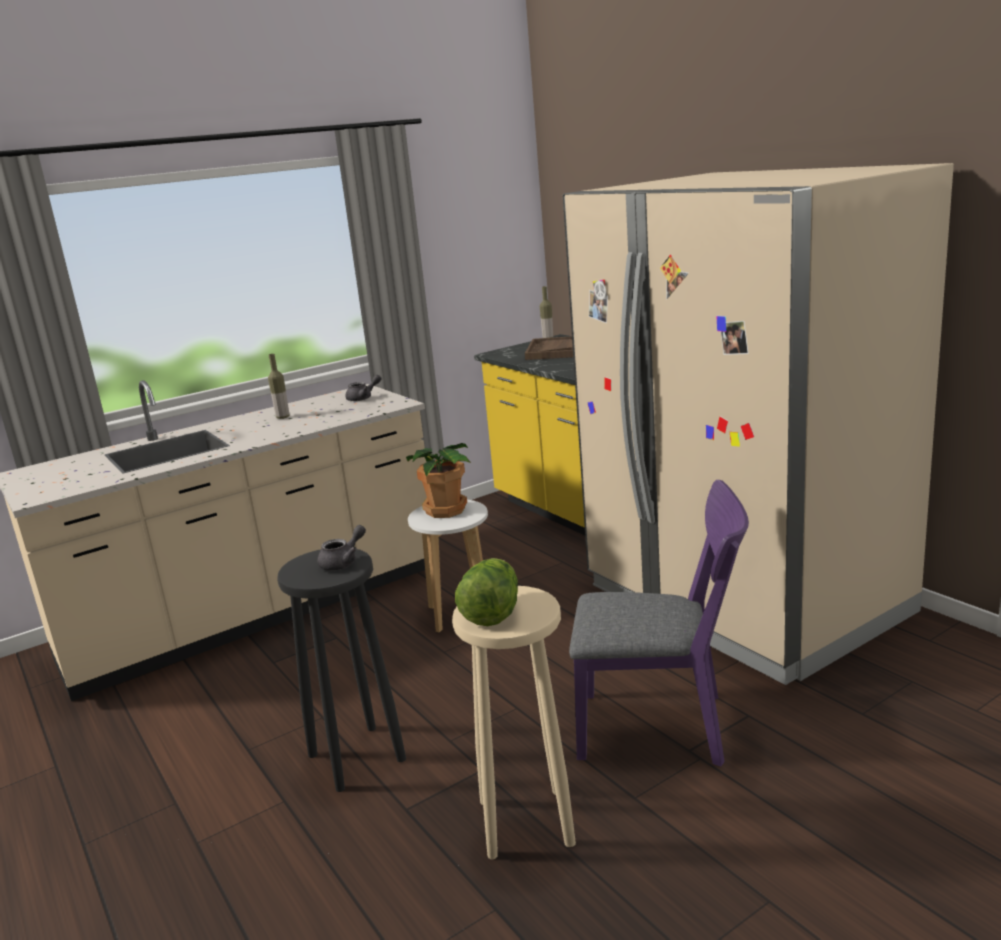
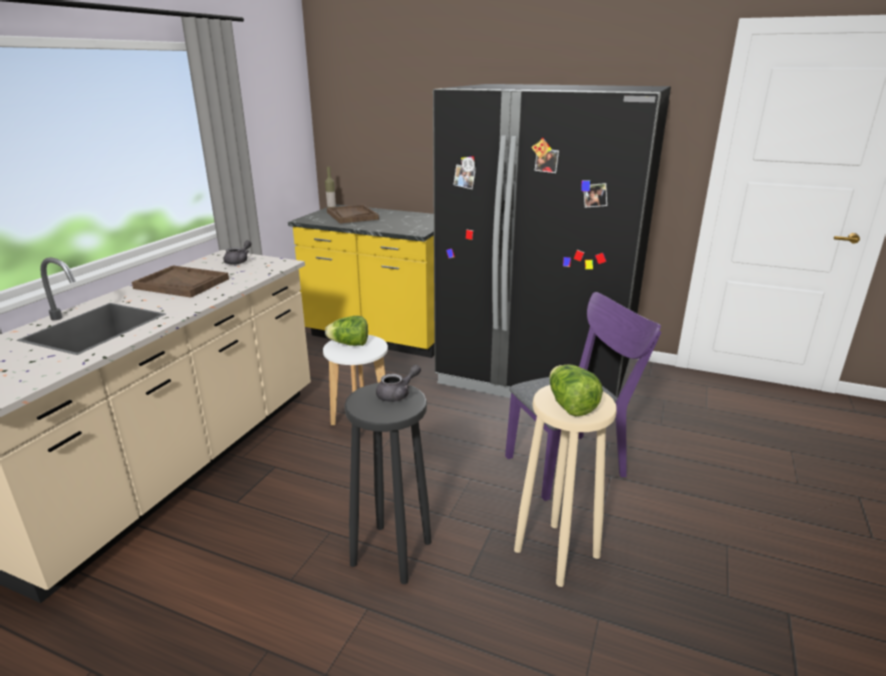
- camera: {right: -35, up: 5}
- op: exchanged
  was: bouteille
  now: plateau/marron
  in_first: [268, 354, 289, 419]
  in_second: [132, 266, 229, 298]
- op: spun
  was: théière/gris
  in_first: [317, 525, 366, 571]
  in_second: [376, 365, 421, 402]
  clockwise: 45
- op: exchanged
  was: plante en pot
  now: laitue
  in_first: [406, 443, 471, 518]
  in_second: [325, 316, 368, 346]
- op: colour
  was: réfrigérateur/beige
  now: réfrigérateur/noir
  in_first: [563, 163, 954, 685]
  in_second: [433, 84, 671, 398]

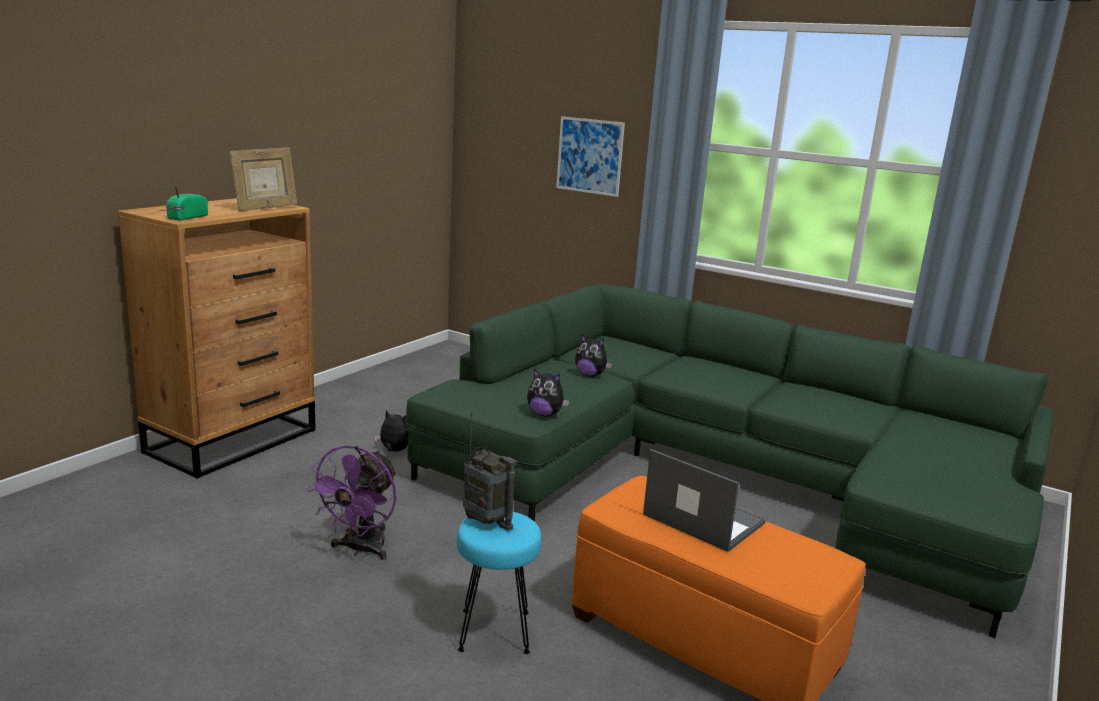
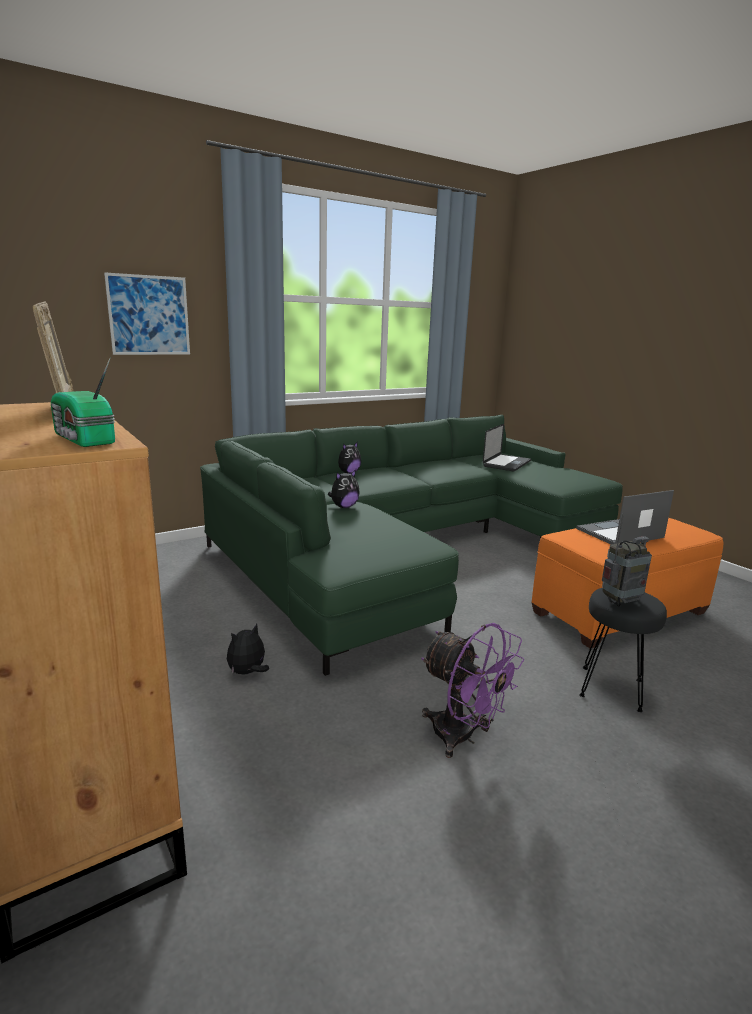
- camera: {right: -65, up: 0}
- op: colour
  was: tabouret/turquoise
  now: tabouret/noir
  in_first: [457, 512, 542, 654]
  in_second: [579, 588, 667, 712]
- op: relocated
  was: peluche
  in_first: [527, 369, 570, 416]
  in_second: [338, 442, 361, 474]
- op: appeared
  now: ordinateur portable
  in_second: [483, 424, 531, 471]

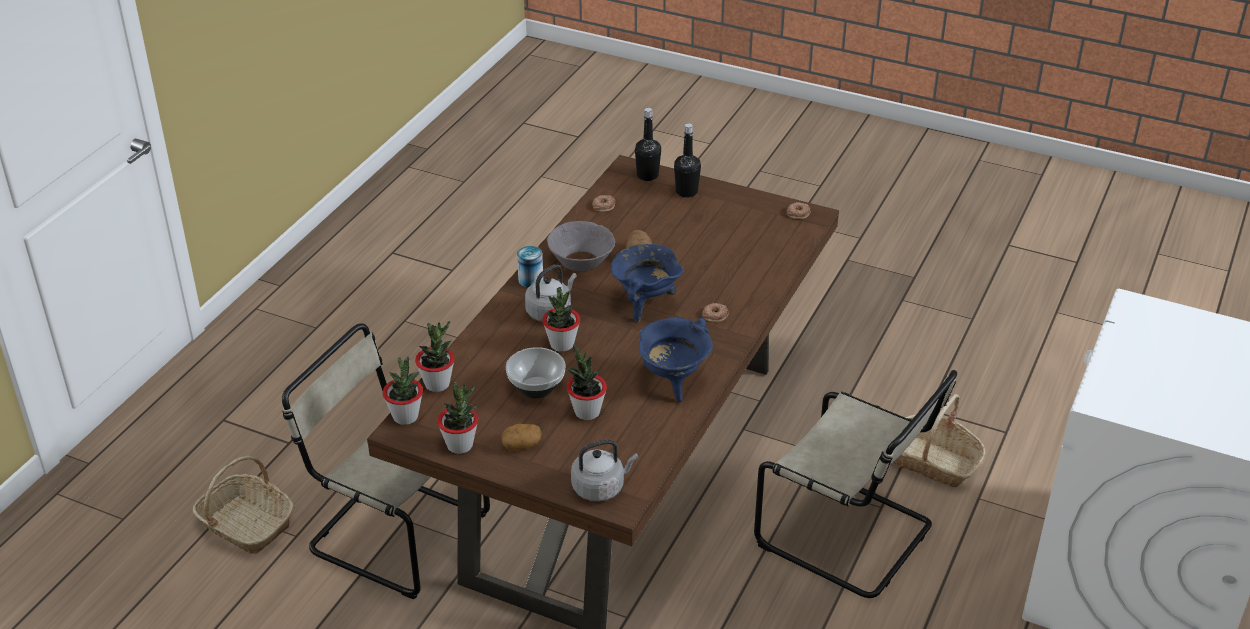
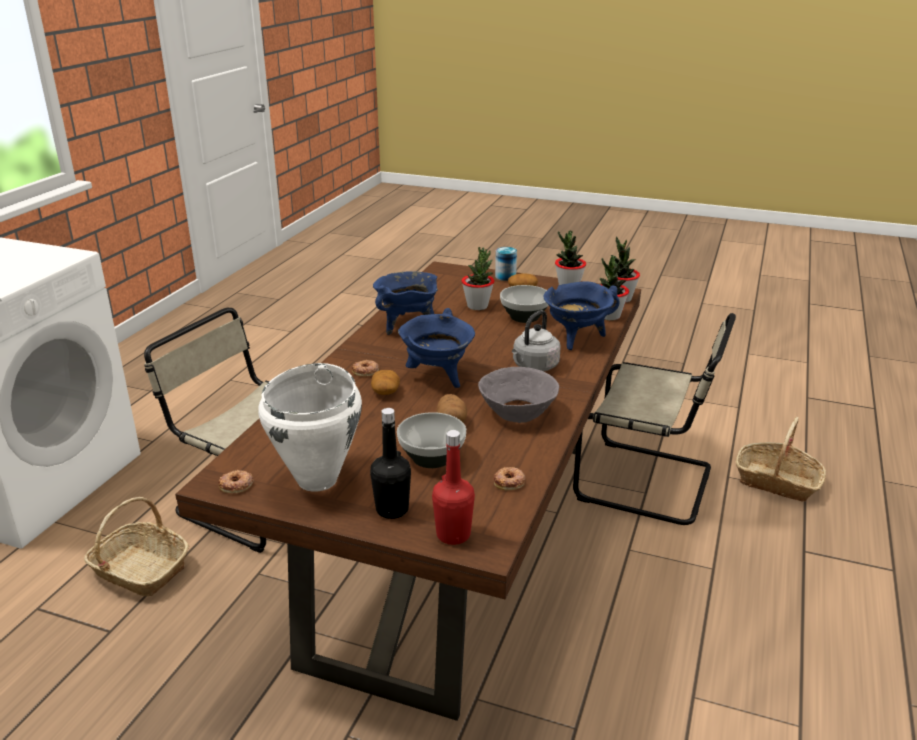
- camera: {right: 175, up: -10}
- op: relocated
  was: boîte métallique
  in_first: [517, 246, 543, 288]
  in_second: [495, 247, 517, 281]
- op: missing
  was: plante en pot
  in_first: [542, 287, 580, 352]
- op: missing
  was: bouilloire/gris
  in_first: [571, 439, 638, 501]
- op: colour
  was: bouteille/noir
  now: bouteille/rouge
  in_first: [635, 108, 661, 181]
  in_second: [432, 430, 475, 545]
- op: appeared
  now: marmite/blanc
  in_second: [258, 363, 362, 492]
- op: appeared
  now: pomme de terre
  in_second: [371, 370, 400, 395]
- op: appeared
  now: bol
  in_second: [397, 412, 466, 468]
- op: appeared
  now: marmite/bleu
  in_second: [543, 281, 619, 350]

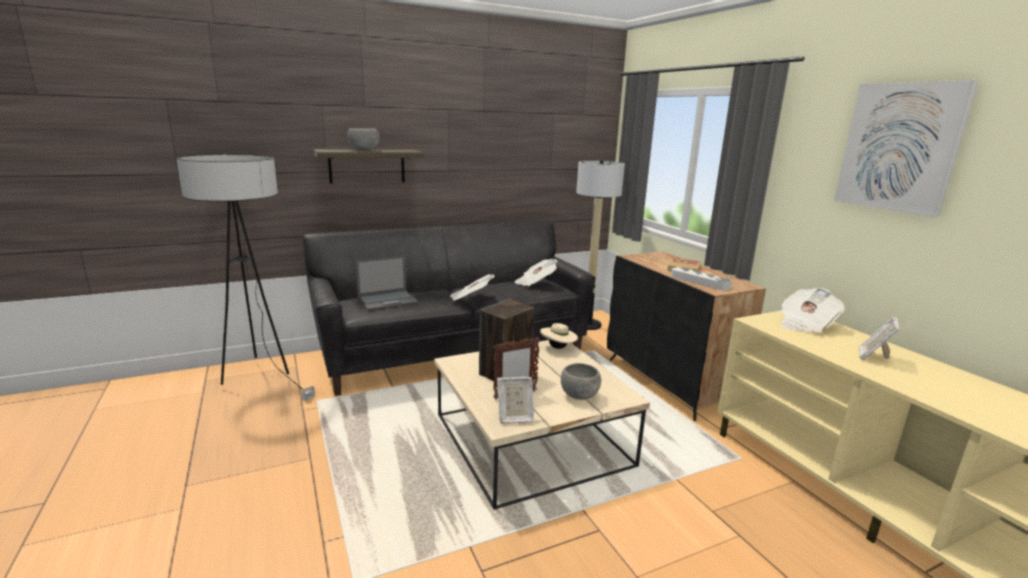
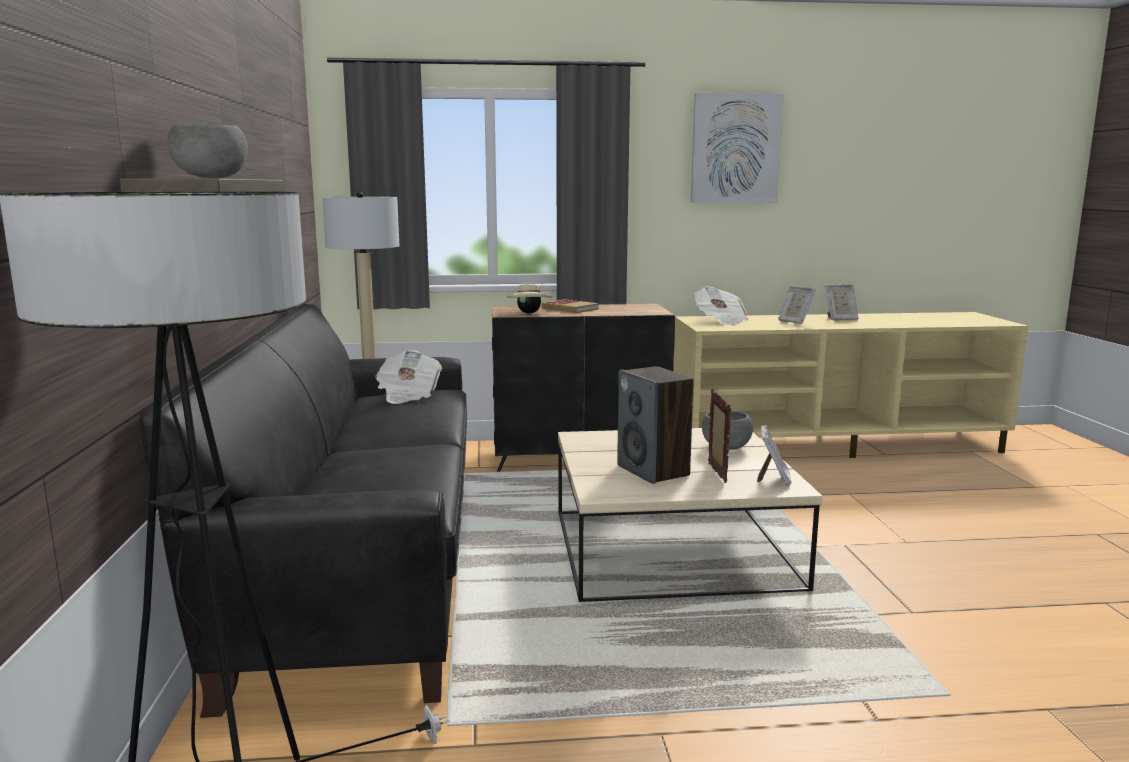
- camera: {right: -70, up: -5}
- op: missing
  was: ordinateur portable
  in_first: [355, 256, 418, 310]
- op: missing
  was: journal
  in_first: [450, 274, 494, 301]
- op: relocated
  was: chapeau/beige
  in_first: [540, 323, 578, 349]
  in_second: [507, 283, 552, 313]
- op: missing
  was: plateau/gris
  in_first: [671, 267, 732, 291]
- op: appeared
  now: cadre photo
  in_second: [825, 284, 859, 321]

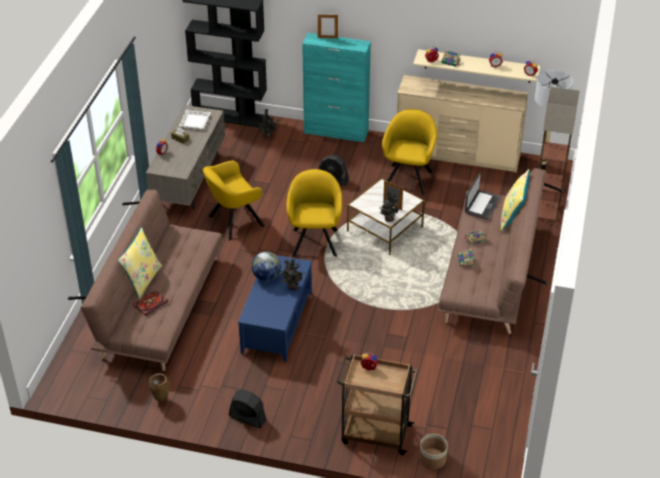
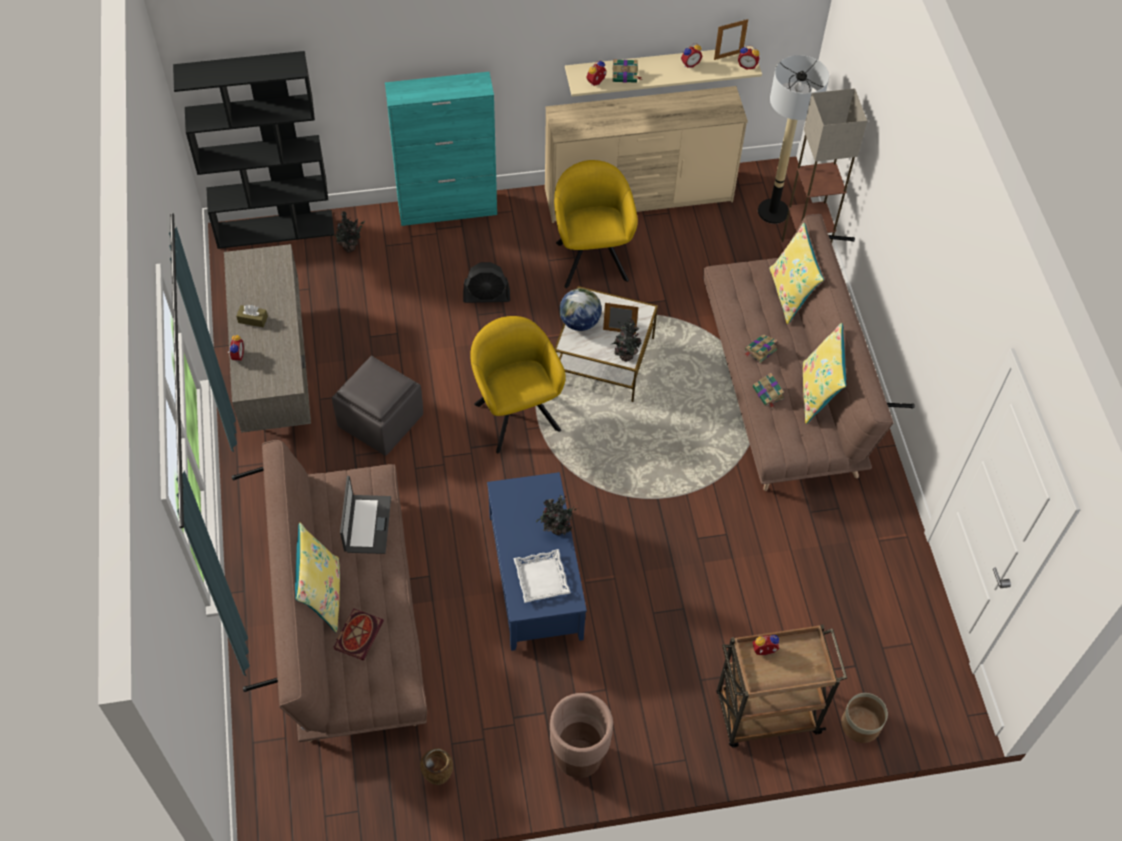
- camera: {right: -25, up: 15}
- op: relocated
  was: plateau/blanc
  in_first: [179, 110, 211, 129]
  in_second: [514, 549, 571, 603]
- op: exchanged
  was: fauteuil/jaune
  now: pouf/gris
  in_first: [203, 161, 265, 241]
  in_second: [332, 355, 423, 456]
- op: exchanged
  was: ventilateur/noir
  now: cache-pot/marron
  in_first: [229, 390, 267, 428]
  in_second: [550, 693, 613, 778]
- op: relocated
  was: globe
  in_first: [251, 251, 281, 281]
  in_second: [559, 288, 602, 331]
- op: relocated
  was: cadre photo
  in_first: [318, 14, 338, 38]
  in_second: [714, 19, 748, 60]
- op: relocated
  was: ordinateur portable
  in_first: [465, 172, 501, 220]
  in_second: [340, 476, 391, 554]
- op: appeared
  now: coussin/jaune
  in_second: [803, 323, 846, 424]

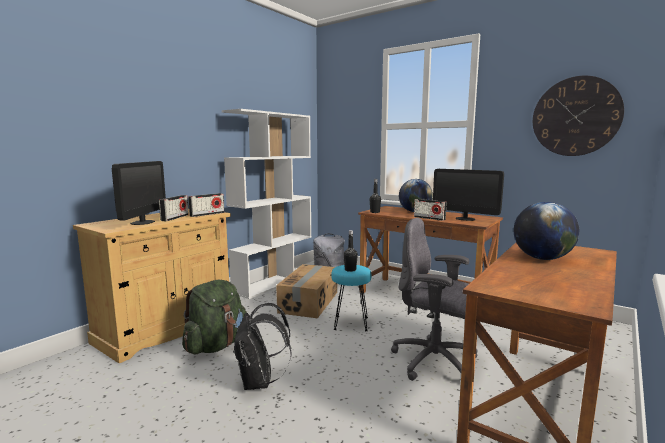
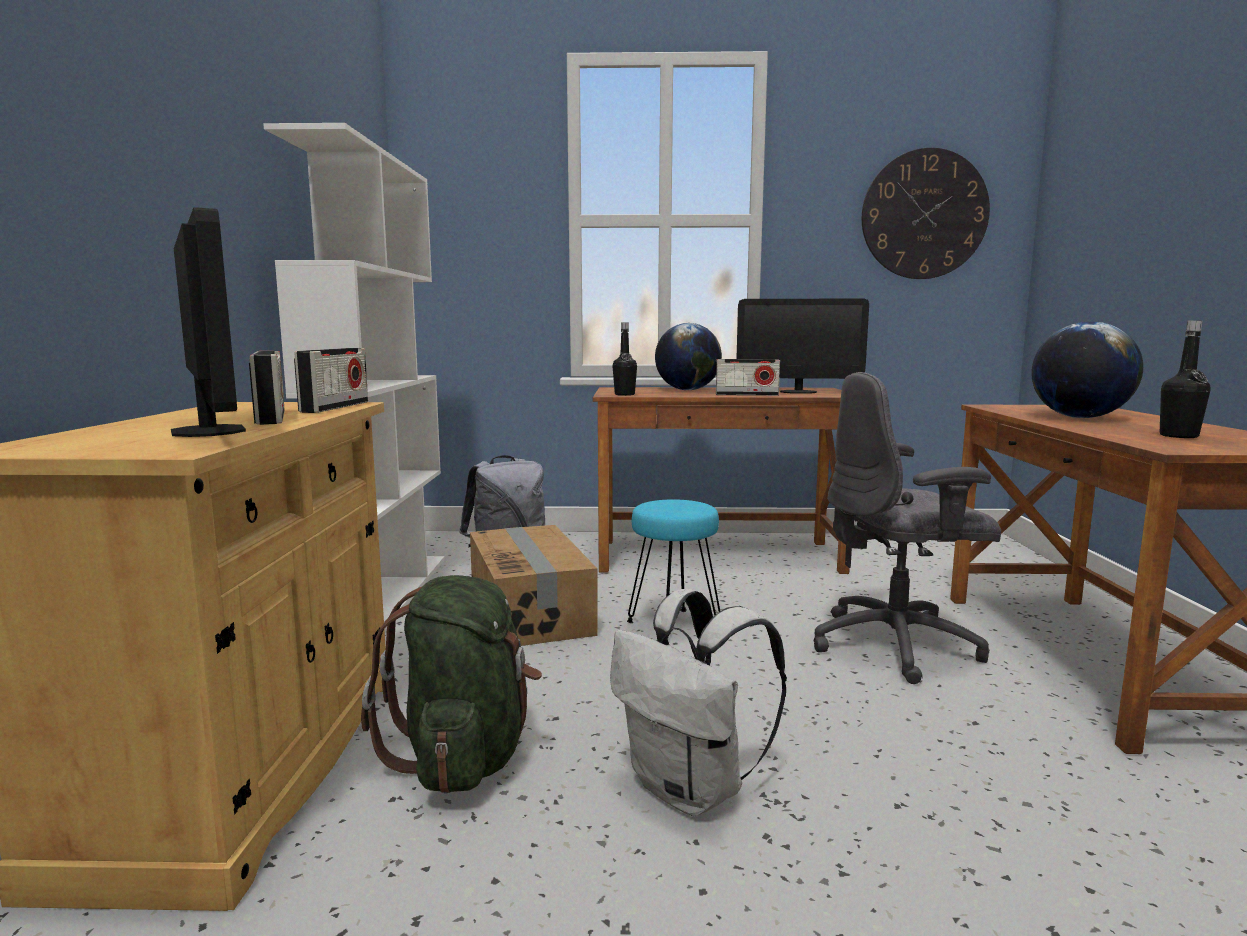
- camera: {right: -35, up: 0}
- op: colour
  was: sac à dos/noir
  now: sac à dos/blanc
  in_first: [233, 303, 292, 390]
  in_second: [610, 589, 787, 816]
- op: relocated
  was: bouteille/noir
  in_first: [344, 230, 358, 272]
  in_second: [1160, 320, 1211, 438]

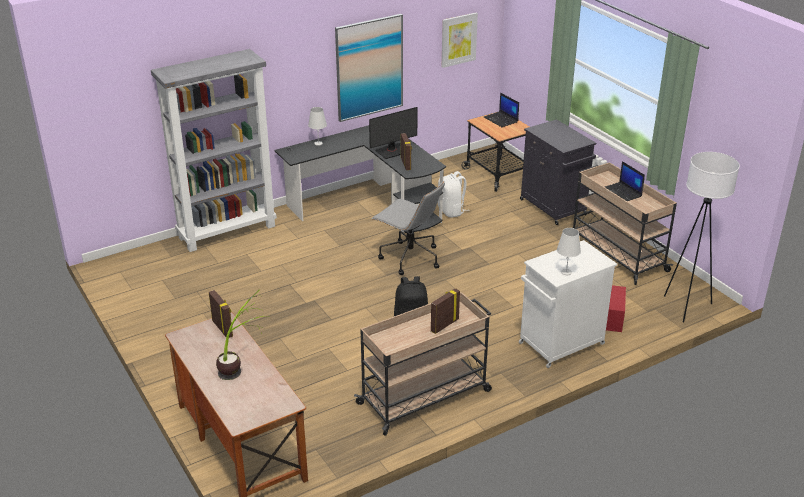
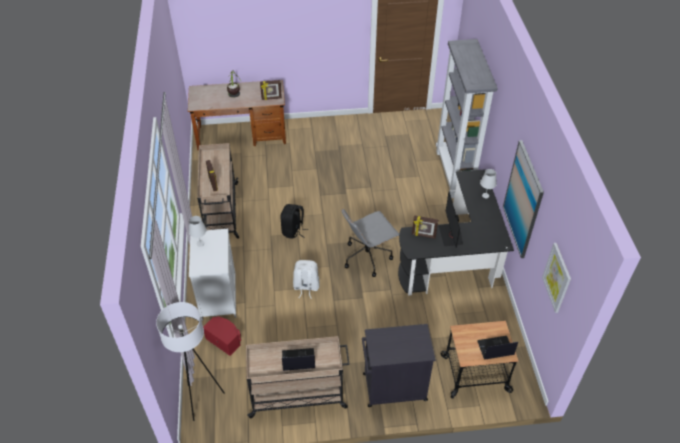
- camera: {right: 115, up: 15}
- op: relocated
  was: sac à dos/blanc
  in_first: [438, 171, 470, 218]
  in_second: [293, 260, 319, 299]

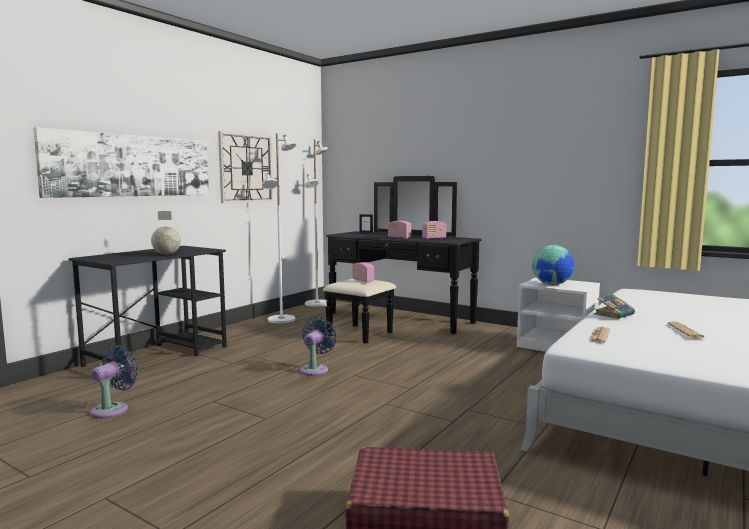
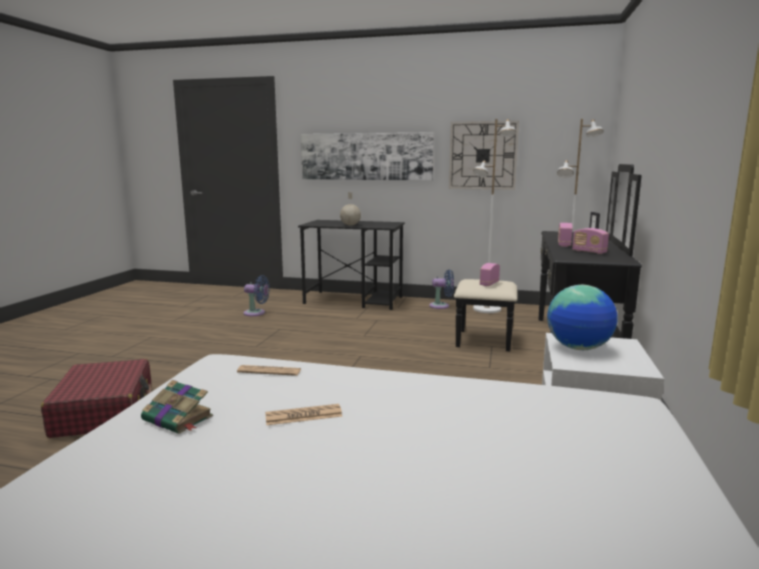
- camera: {right: 70, up: 5}
- op: relocated
  was: ventilateur/bleu
  in_first: [300, 317, 337, 376]
  in_second: [429, 269, 454, 309]
- op: relocated
  was: livre
  in_first: [594, 294, 635, 319]
  in_second: [141, 380, 213, 434]

